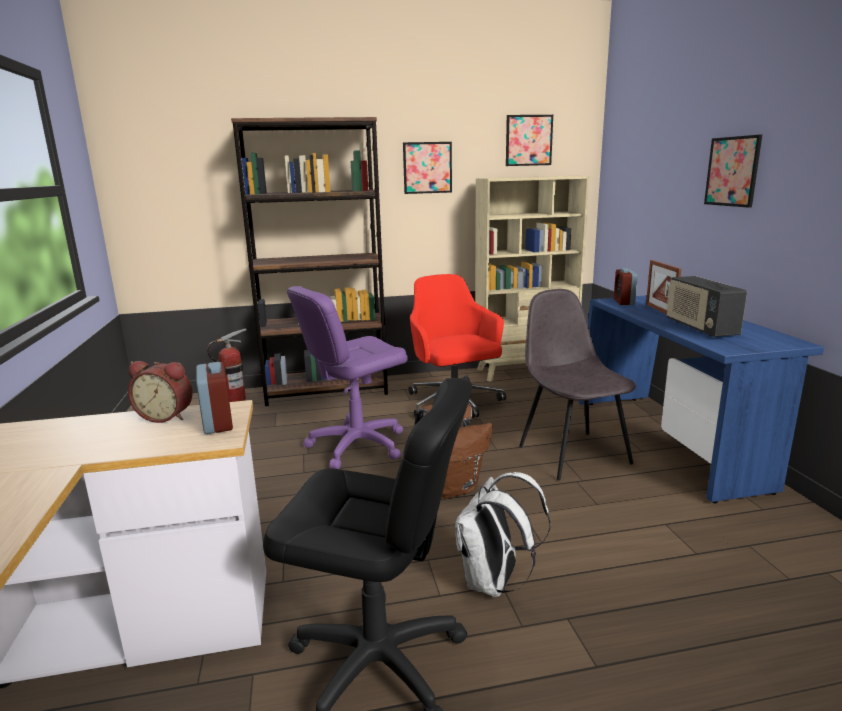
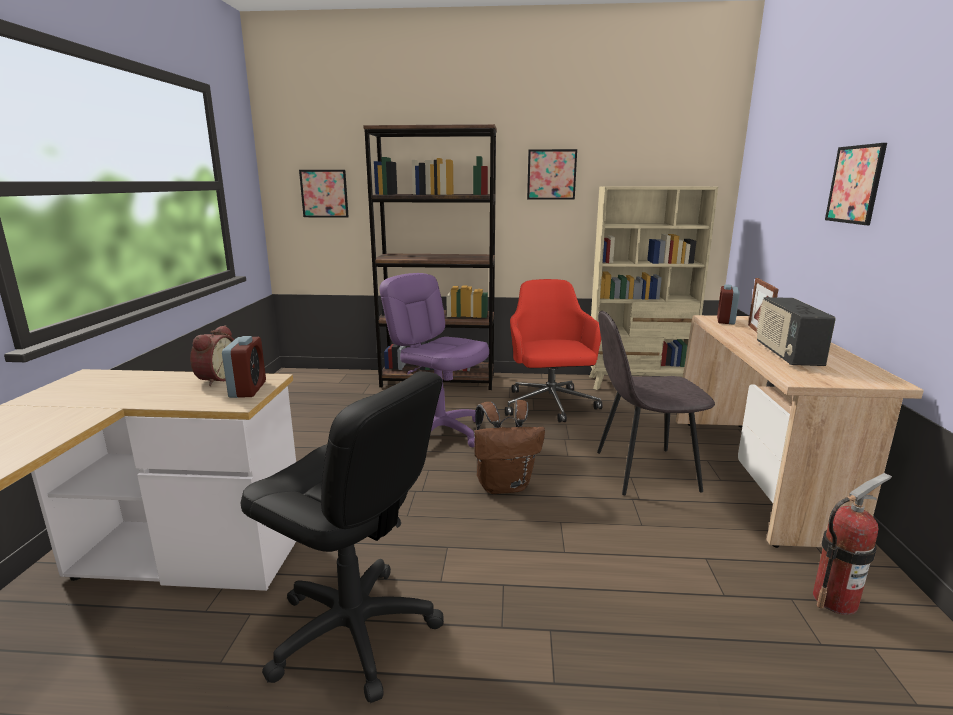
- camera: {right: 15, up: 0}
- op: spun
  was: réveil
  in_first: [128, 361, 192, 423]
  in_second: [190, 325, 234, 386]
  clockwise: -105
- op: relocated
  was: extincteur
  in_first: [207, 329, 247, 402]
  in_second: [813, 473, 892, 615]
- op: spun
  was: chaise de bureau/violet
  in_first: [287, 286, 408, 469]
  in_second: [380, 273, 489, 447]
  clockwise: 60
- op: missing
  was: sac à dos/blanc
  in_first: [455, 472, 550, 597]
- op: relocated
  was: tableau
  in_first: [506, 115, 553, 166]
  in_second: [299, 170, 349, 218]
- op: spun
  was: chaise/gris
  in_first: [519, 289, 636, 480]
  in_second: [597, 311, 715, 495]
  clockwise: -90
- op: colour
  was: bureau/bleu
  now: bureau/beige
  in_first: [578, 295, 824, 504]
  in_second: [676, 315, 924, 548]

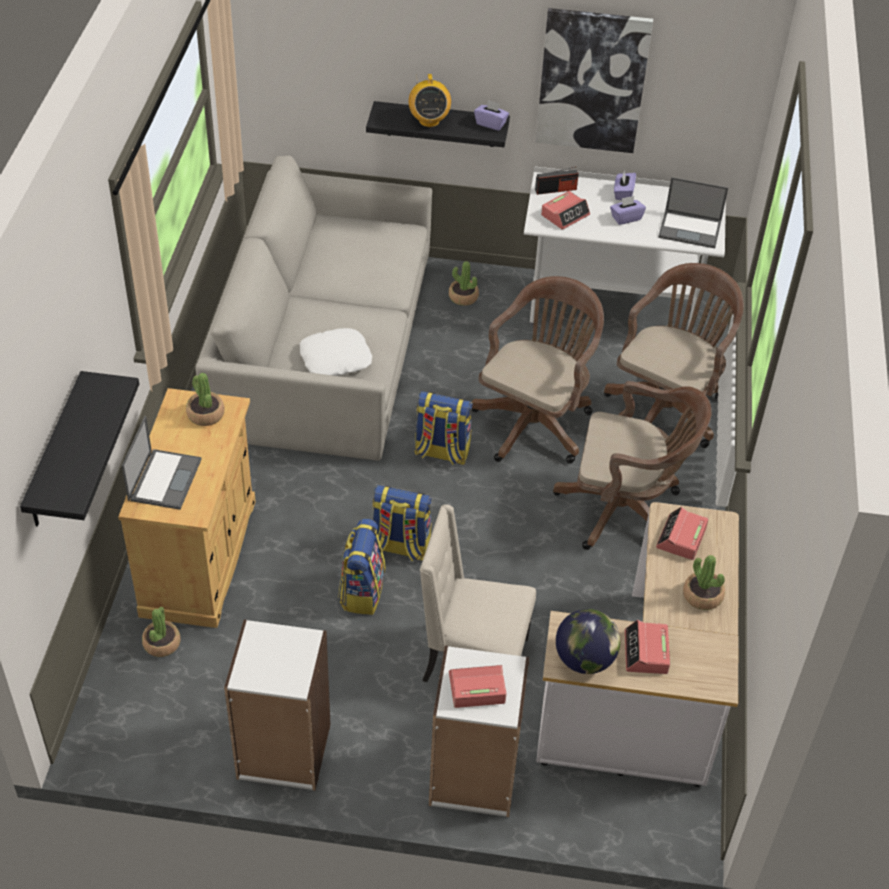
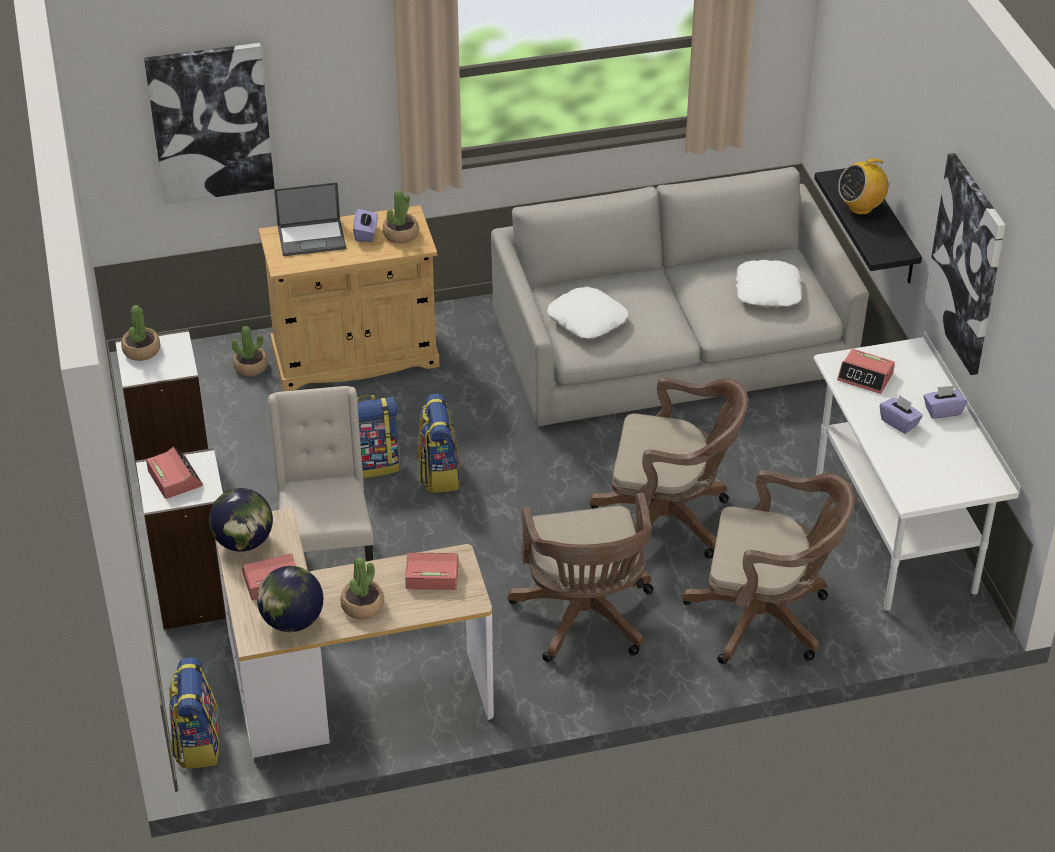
- camera: {right: 70, up: -5}
- op: exchanged
  was: étagère/noir
  now: tableau
  in_first: [20, 371, 139, 526]
  in_second: [144, 43, 275, 204]
- op: relocated
  was: sac à dos
  in_first: [414, 391, 473, 465]
  in_second: [169, 657, 219, 769]
- op: relocated
  was: plante en pot
  in_first: [449, 261, 479, 306]
  in_second: [121, 305, 161, 361]
- op: relocated
  was: boîte à mouchoirs/violet
  in_first: [474, 100, 509, 131]
  in_second: [353, 209, 378, 242]
- op: missing
  was: radio
  in_first: [535, 167, 579, 195]
- op: missing
  was: ordinateur portable
  in_first: [658, 177, 728, 248]
- op: appeared
  now: globe
  in_second: [257, 566, 323, 632]
- op: appeared
  now: coussin/blanc
  in_second: [736, 260, 802, 307]

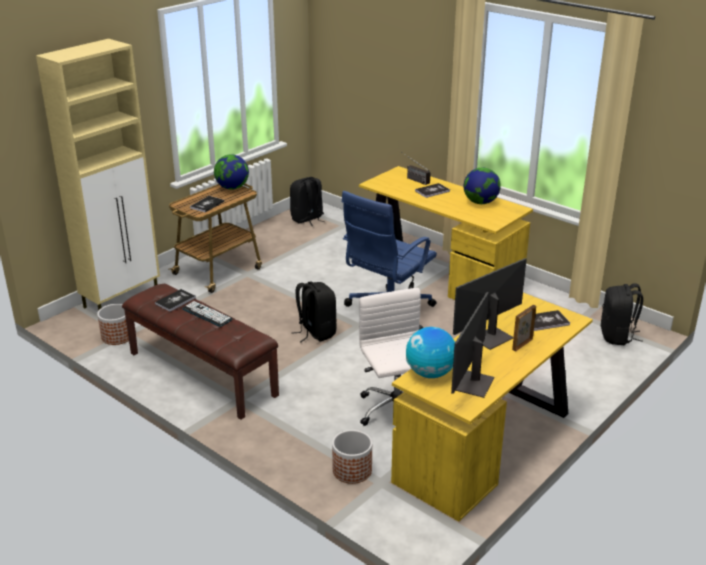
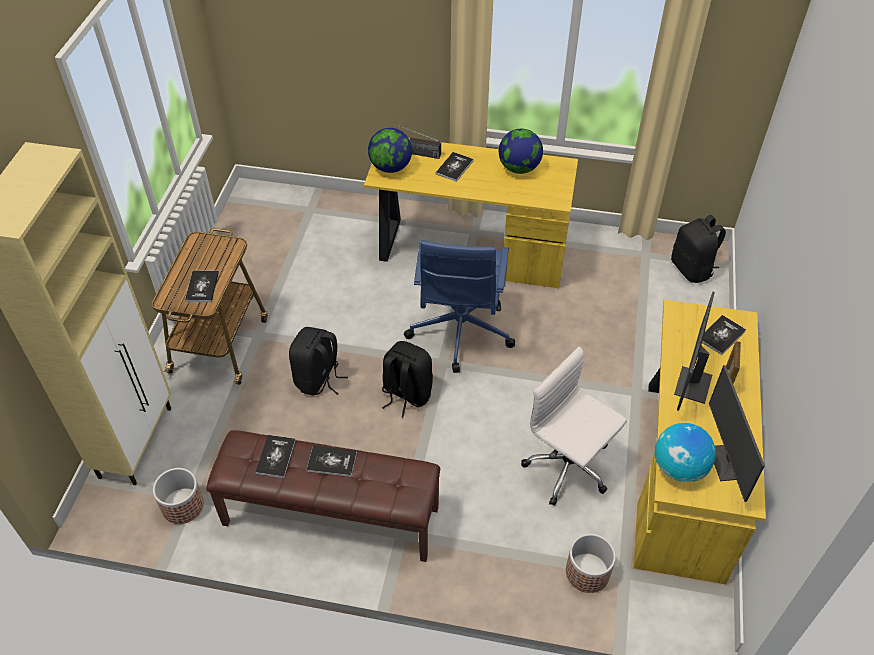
- camera: {right: -30, up: 20}
- op: exchanged
  was: clavier
  now: livre
  in_first: [182, 301, 233, 327]
  in_second: [307, 445, 357, 477]
- op: relocated
  was: globe
  in_first: [214, 154, 249, 189]
  in_second: [368, 128, 412, 173]
- op: relocated
  was: sac à dos/noir
  in_first: [290, 177, 325, 226]
  in_second: [289, 327, 348, 396]

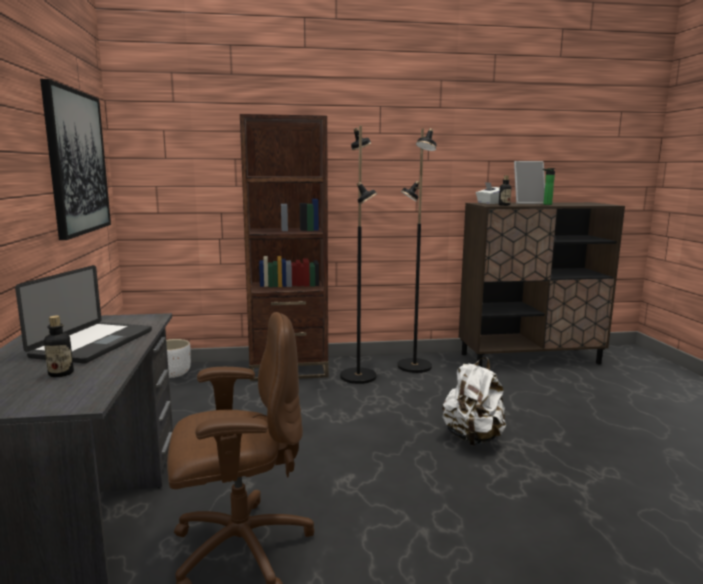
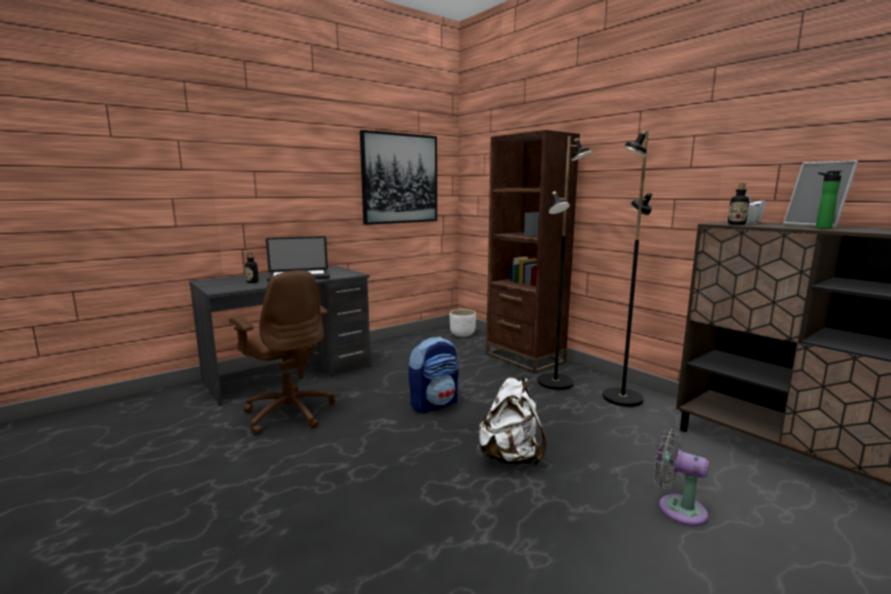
- camera: {right: 60, up: 0}
- op: appeared
  now: sac à dos
  in_second: [408, 337, 459, 413]
- op: appeared
  now: ventilateur/gris
  in_second: [653, 429, 709, 526]

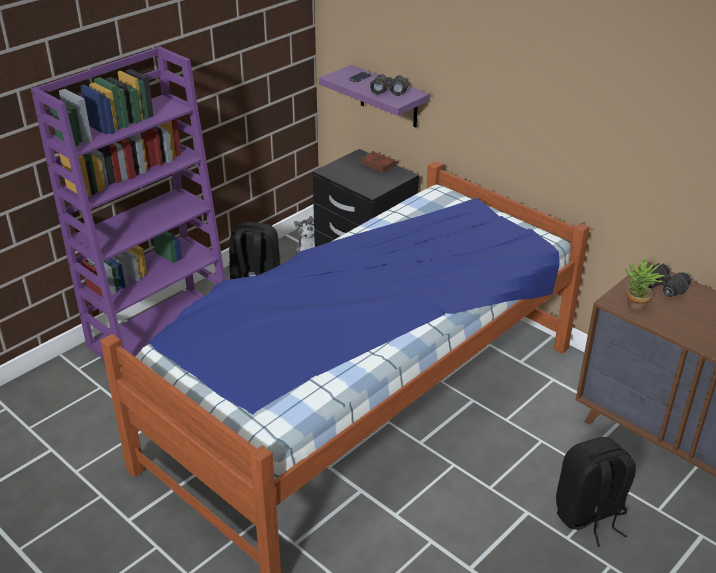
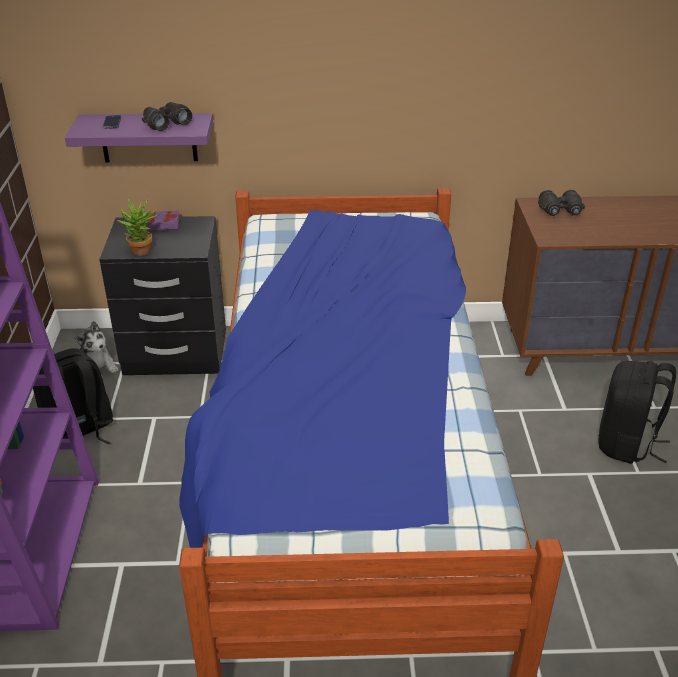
- camera: {right: -45, up: 0}
- op: colour
  was: livre/marron
  now: livre/violet
  in_first: [361, 151, 395, 173]
  in_second: [142, 210, 179, 230]
- op: relocated
  was: plante en pot
  in_first: [625, 255, 665, 310]
  in_second: [117, 199, 159, 256]

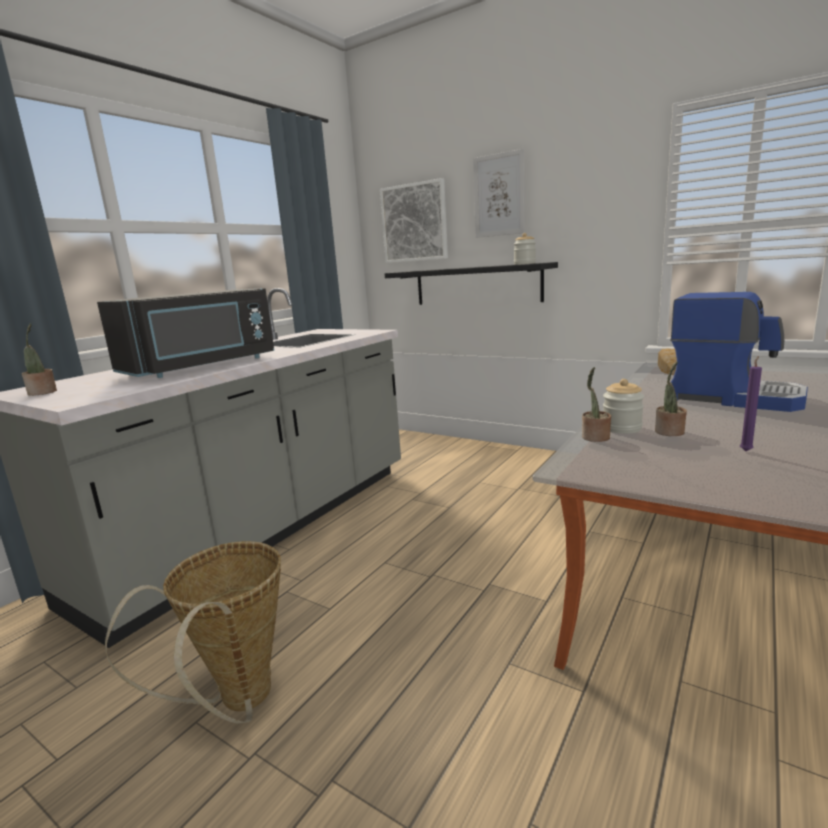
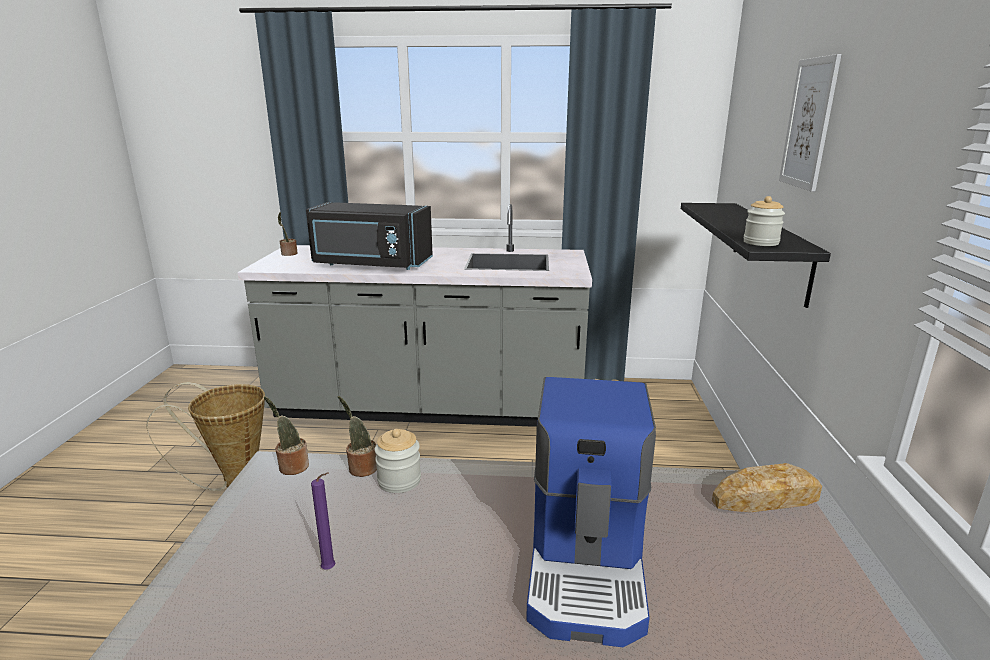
- camera: {right: 60, up: 5}
- op: missing
  was: tableau
  in_first: [380, 178, 448, 263]
- op: relocated
  was: plante en pot
  in_first: [655, 361, 687, 436]
  in_second: [264, 396, 309, 475]

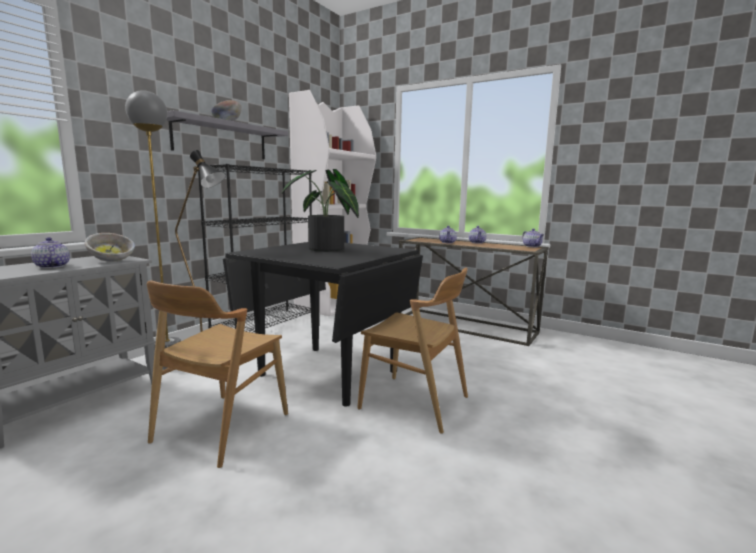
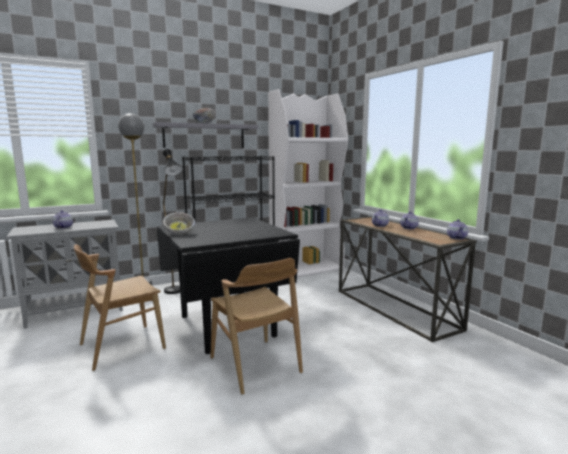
- camera: {right: 30, up: 0}
- op: relocated
  was: bol
  in_first: [85, 233, 135, 262]
  in_second: [163, 212, 195, 235]
- op: missing
  was: plante en pot
  in_first: [281, 169, 359, 252]

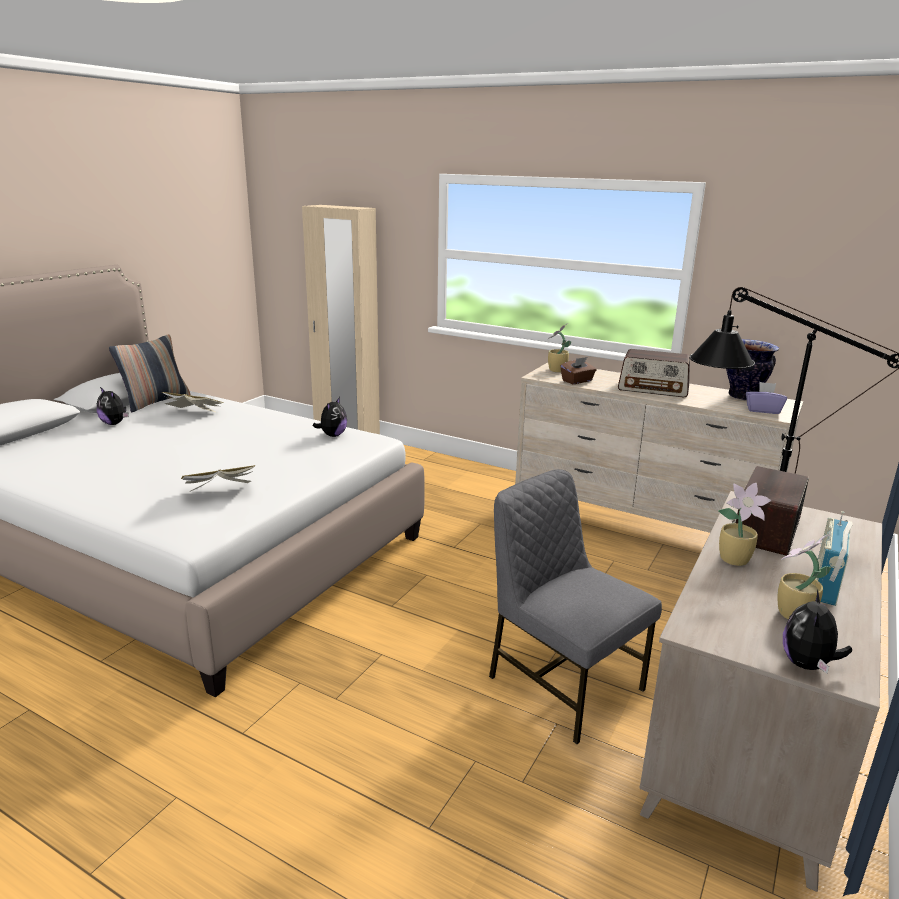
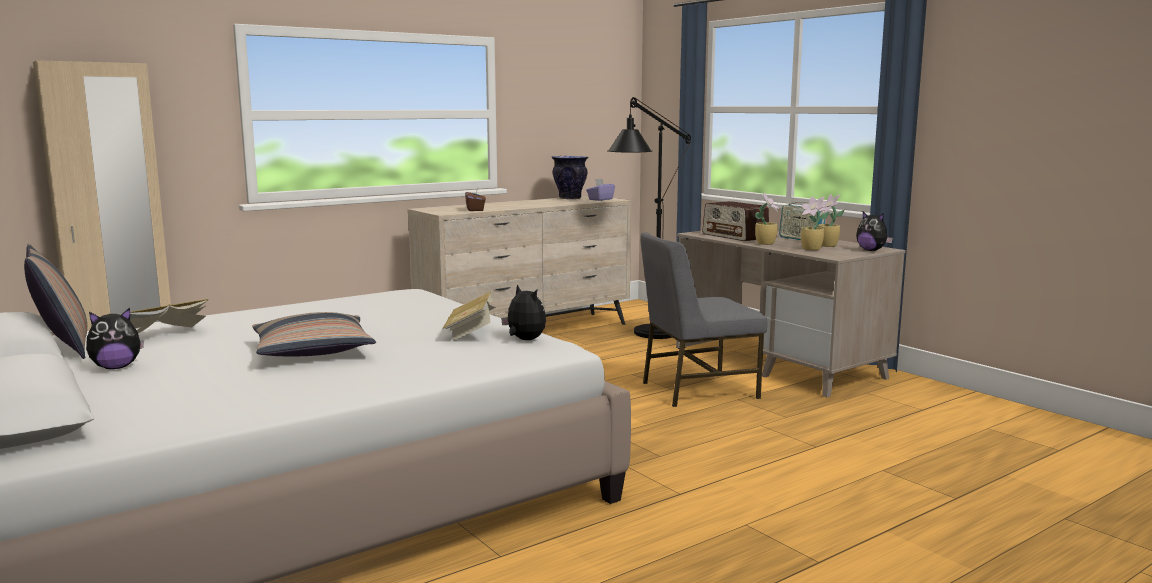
- camera: {right: -65, up: -10}
- op: relocated
  was: peluche
  in_first: [313, 397, 347, 437]
  in_second: [501, 284, 546, 340]
- op: relocated
  was: plante en pot
  in_first: [547, 323, 571, 372]
  in_second: [801, 196, 830, 251]
- op: missing
  was: radio
  in_first: [618, 349, 690, 397]
- op: appeared
  now: coussin
  in_second: [252, 312, 376, 356]

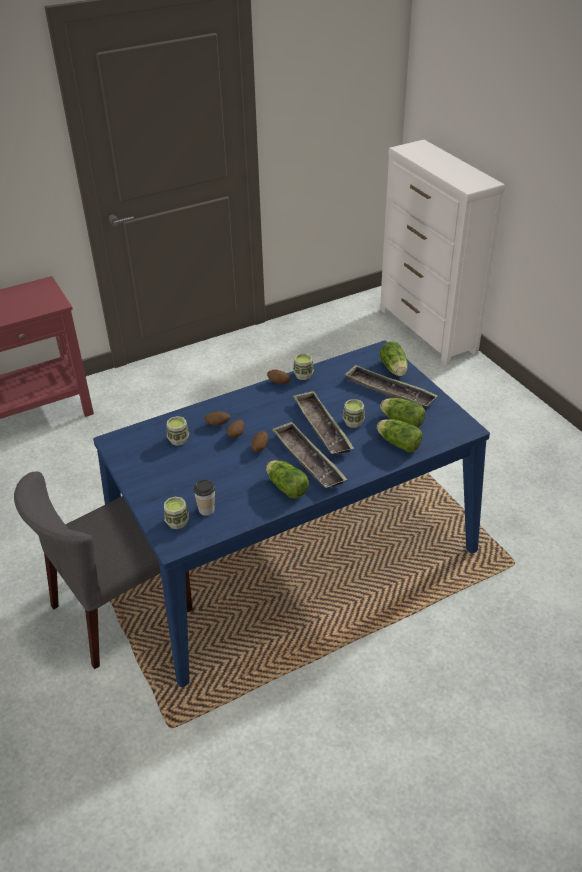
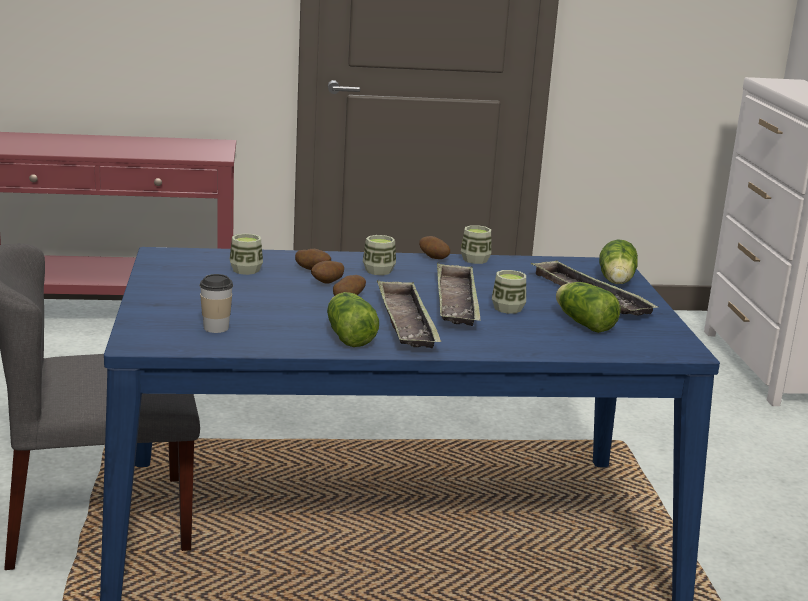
- camera: {right: 20, up: -20}
- op: relocated
  was: tasse
  in_first: [164, 497, 189, 529]
  in_second: [363, 235, 396, 275]
- op: missing
  was: laitue
  in_first: [377, 419, 422, 452]

